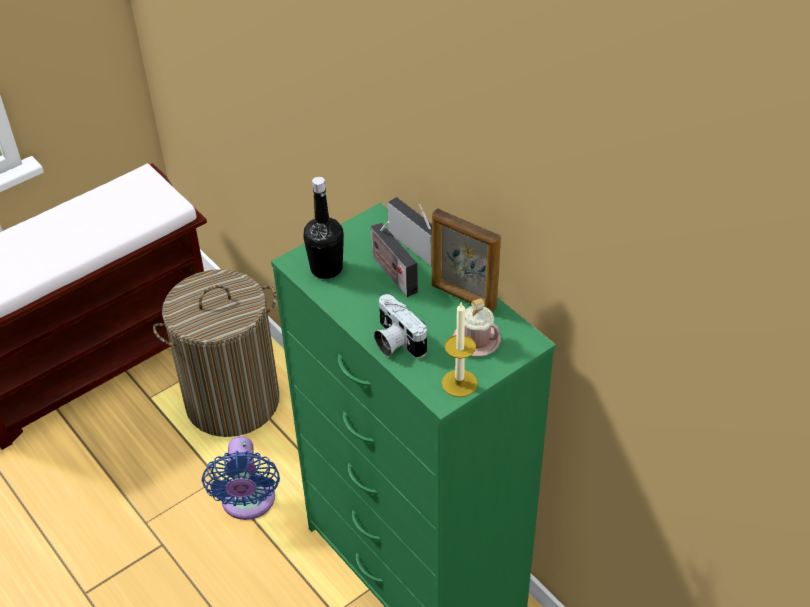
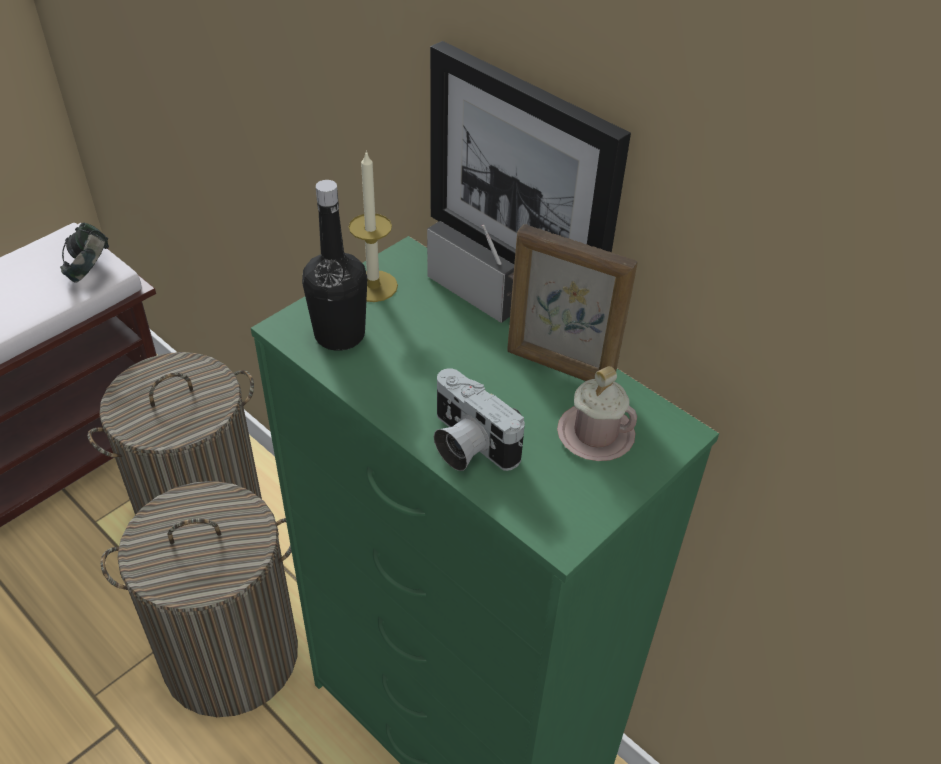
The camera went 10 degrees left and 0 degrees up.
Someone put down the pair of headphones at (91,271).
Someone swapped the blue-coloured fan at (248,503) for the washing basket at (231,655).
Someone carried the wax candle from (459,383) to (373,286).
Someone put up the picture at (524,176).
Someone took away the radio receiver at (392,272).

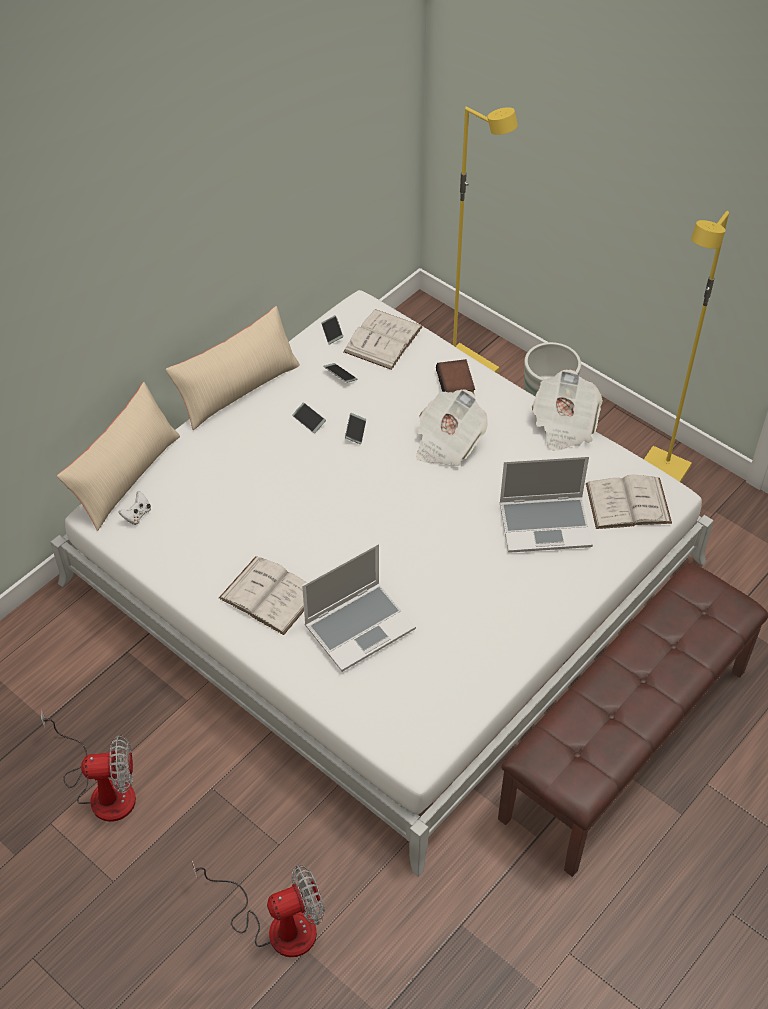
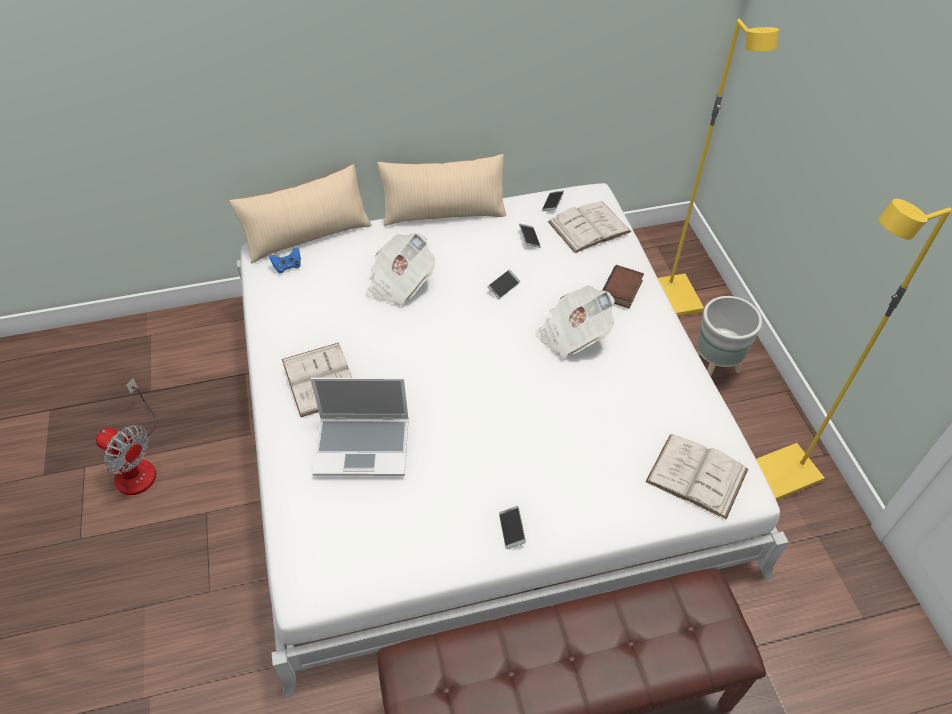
The camera went 35 degrees right and 0 degrees up.
Someone repainted the white-coloured gamepad at (137,515), which became the blue-coloured gamepad at (288,266).
Someone carried the newspaper from (564,425) to (399,283).
Someone carried the phone from (309,420) to (512,529).
Someone took away the fan at (276,925).
Someone took away the portable computer at (546,524).

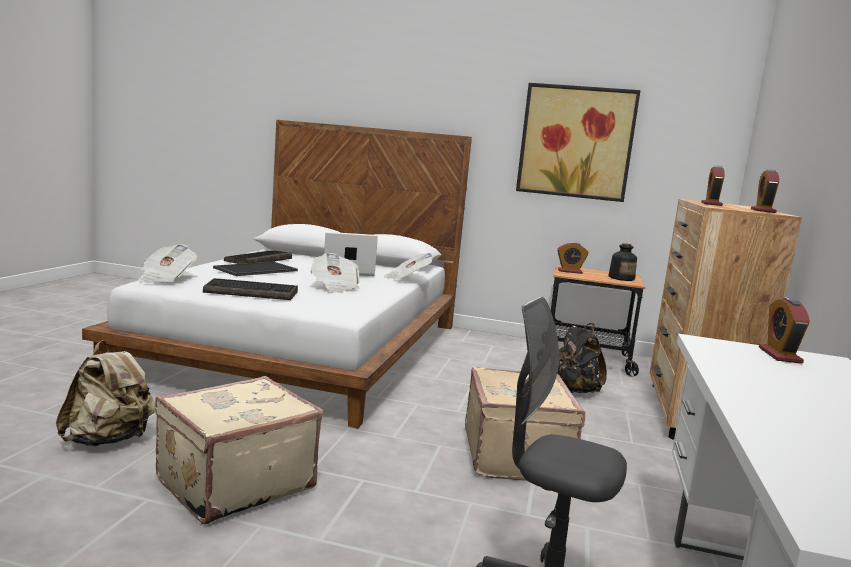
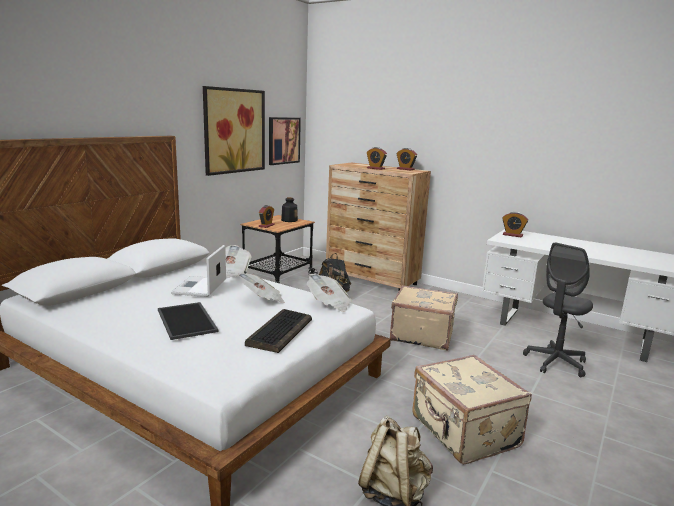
The camera went 70 degrees left and 5 degrees up.
Someone put up the picture at (283,140).
Someone carried the newspaper from (165,279) to (329,304).
Someone took away the PC keyboard at (259,260).

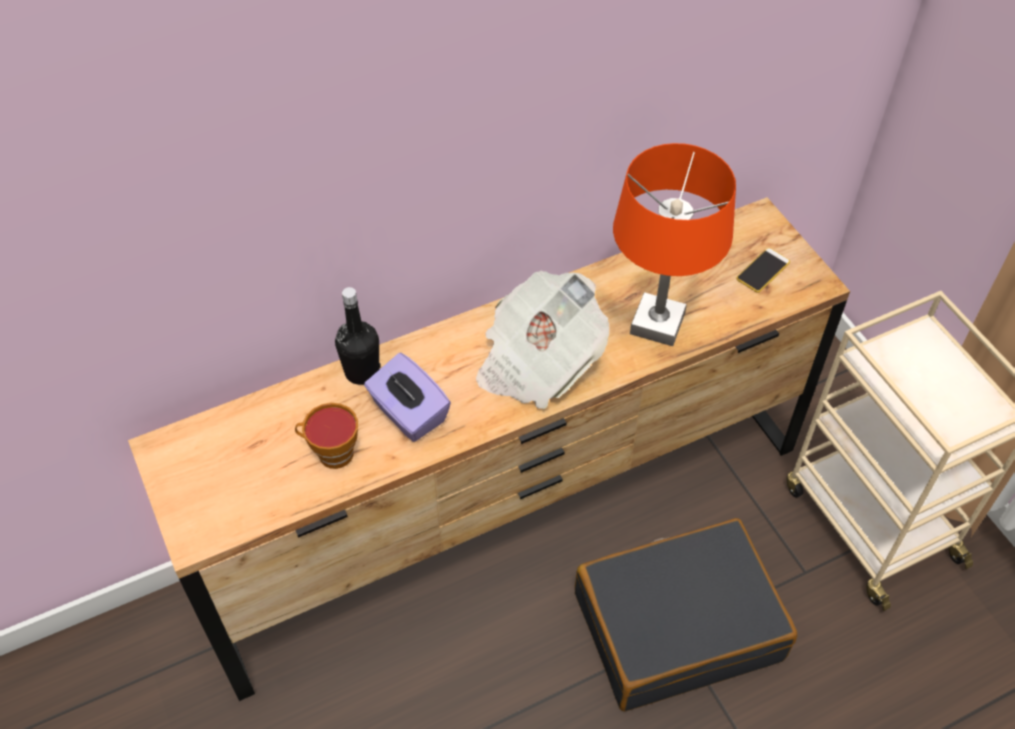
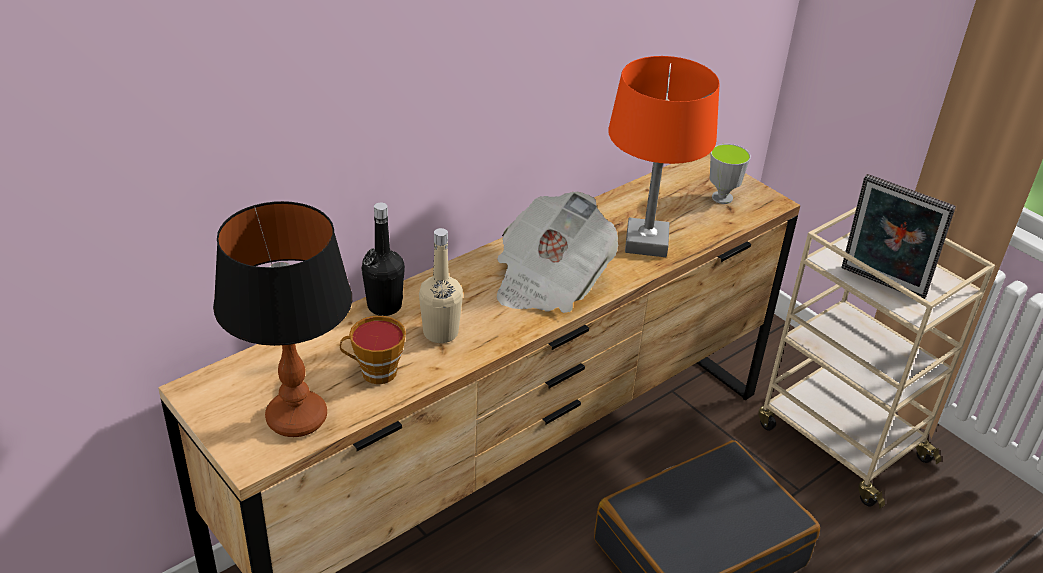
The camera went 15 degrees left and 15 degrees down.
Someone put down the table lamp at (297,418).
Someone swapped the purplish box of tissues at (408,413) for the beige-coloured beverage bottle at (440,333).
Someone swapped the phone at (763,270) for the drinking cup at (722,198).
Someone put down the photo frame at (880,285).

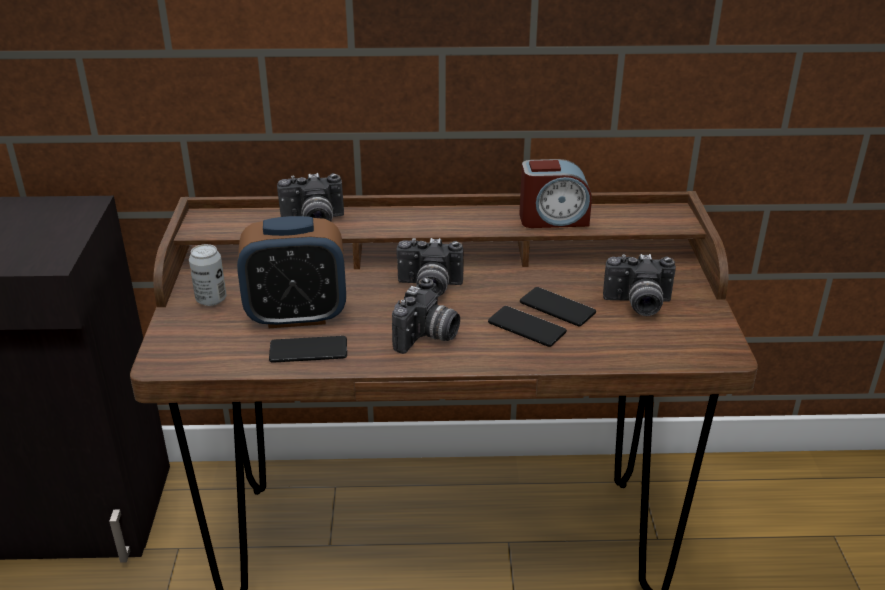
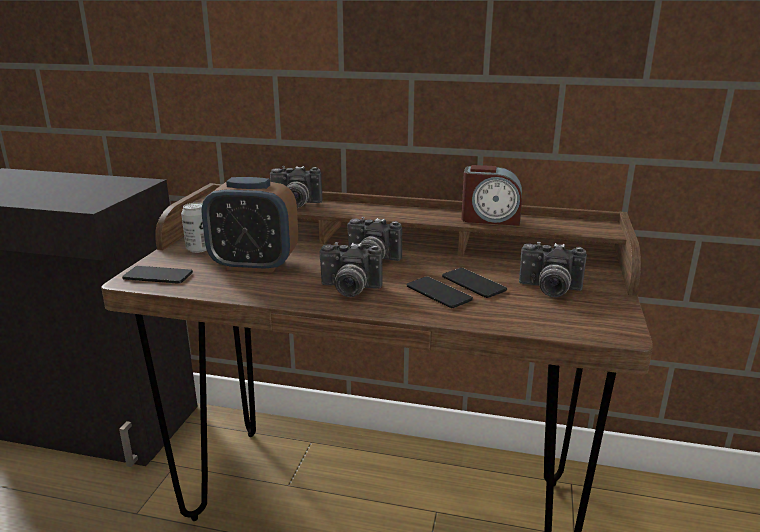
The camera went 15 degrees right and 10 degrees down.
Someone carried the phone from (308,350) to (158,276).
Someone rotated the still camera at (427,337) by 60 degrees clockwise.

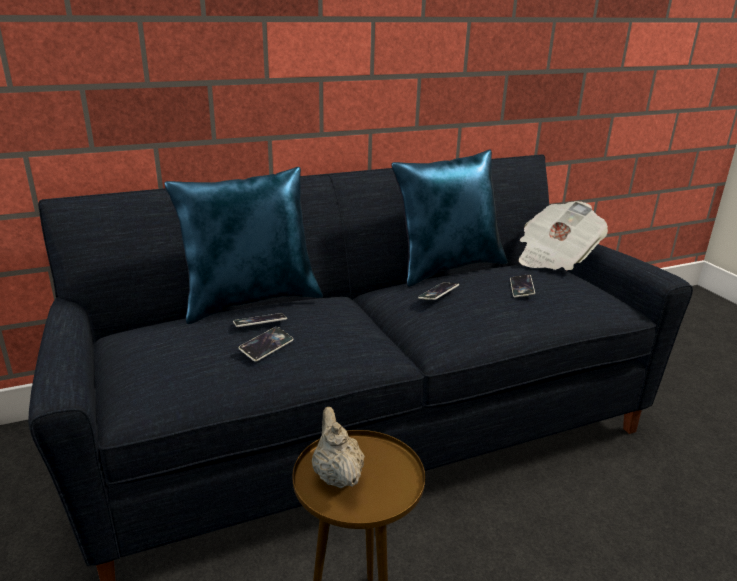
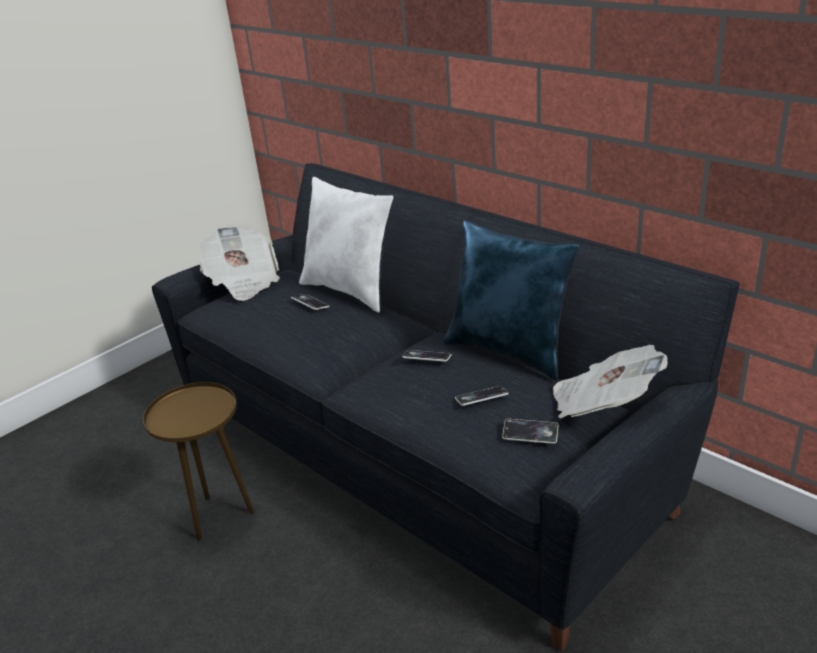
The camera went 70 degrees right and 5 degrees up.
Someone put down the newspaper at (243,281).
Someone repainted the blue-coloured throw pillow at (251,301), which became the white-coloured throw pillow at (352,290).
Someone carried the phone from (266,347) to (530,434).
Someone took away the beige-coloured tea pot at (337,475).

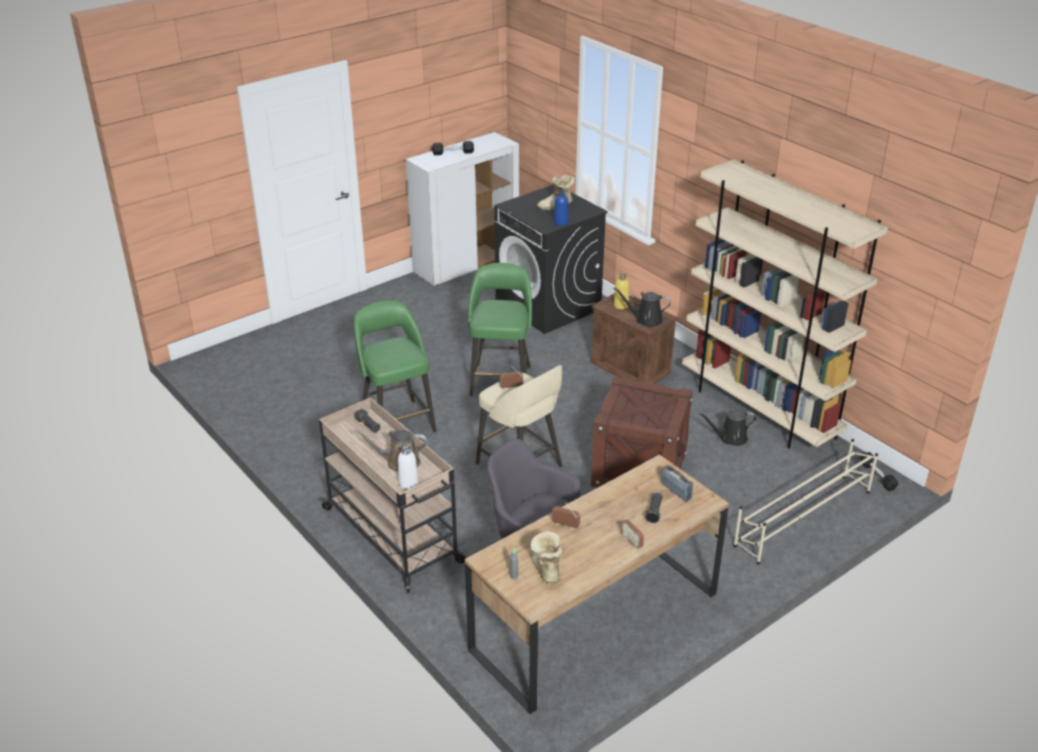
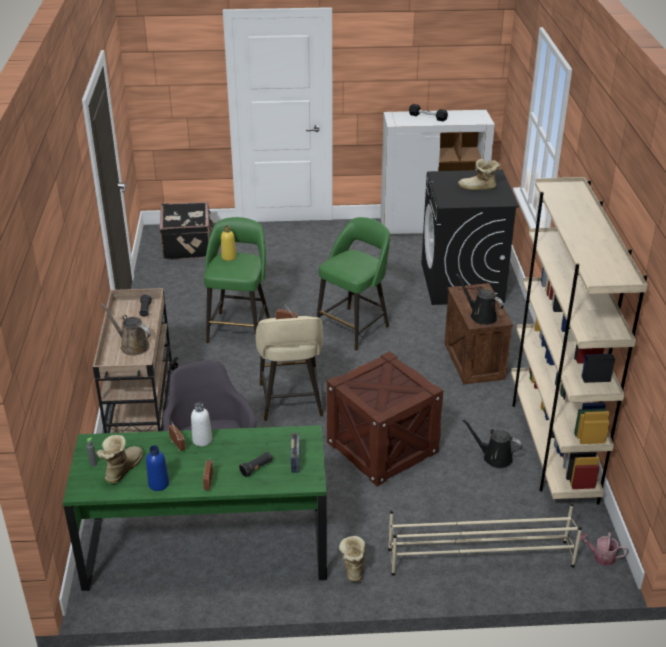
The camera went 35 degrees right and 0 degrees up.
Someone repainted the brownish desk unit at (595,621), which became the greenish desk unit at (207,549).
Someone carried the blue-coloured beverage bottle from (561,222) to (158,484).
Someone put down the blackish travel case at (188,246).
Someone carried the white-coloured beverage bottle from (408,483) to (202,440).
Someone carried the yellow-coloured beverage bottle from (621,305) to (229,257).
Someone put down the boot at (352,567).
Someone swapped the blackish hand weight at (877,476) for the watering can at (600,556).

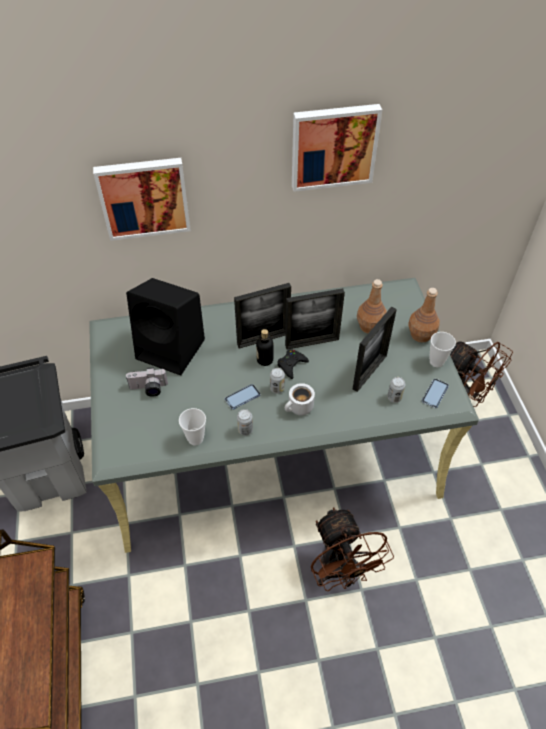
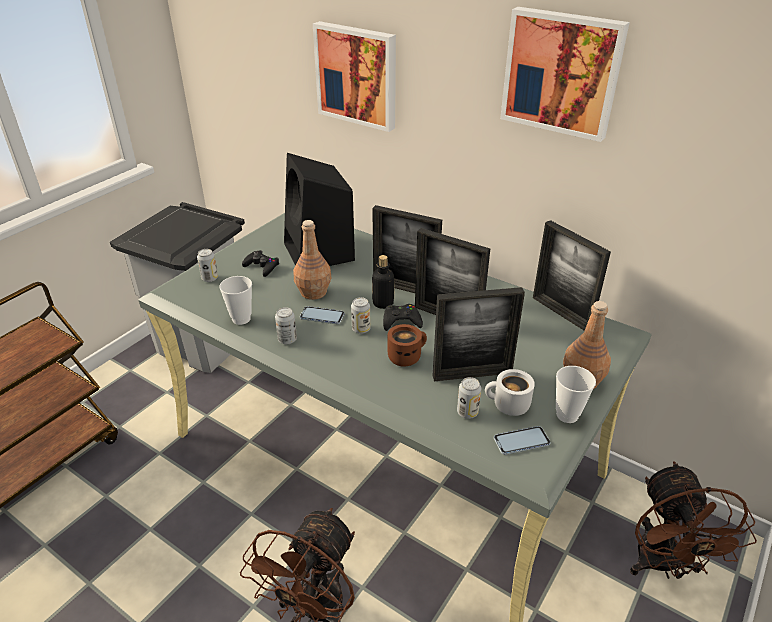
The camera went 45 degrees right and 15 degrees down.
Someone put down the metal can at (210,278).
Someone swapped the still camera at (148,389) for the blackish gamepad at (262,266).
Someone carried the brownish beverage bottle from (369,326) to (313,292).
Someone put down the brownish mug at (406,356).
Someone carried the white-coloured mug from (299,409) to (507,406).
Someone put down the photo frame at (561,313).

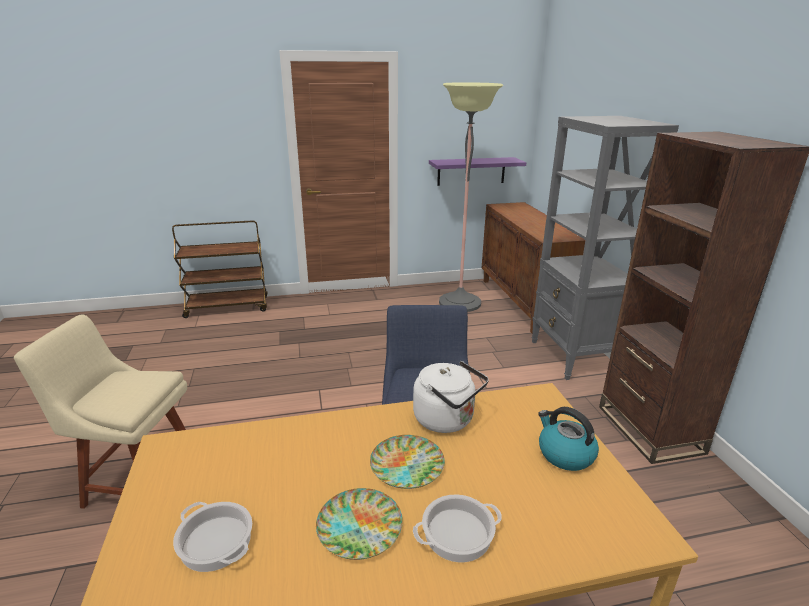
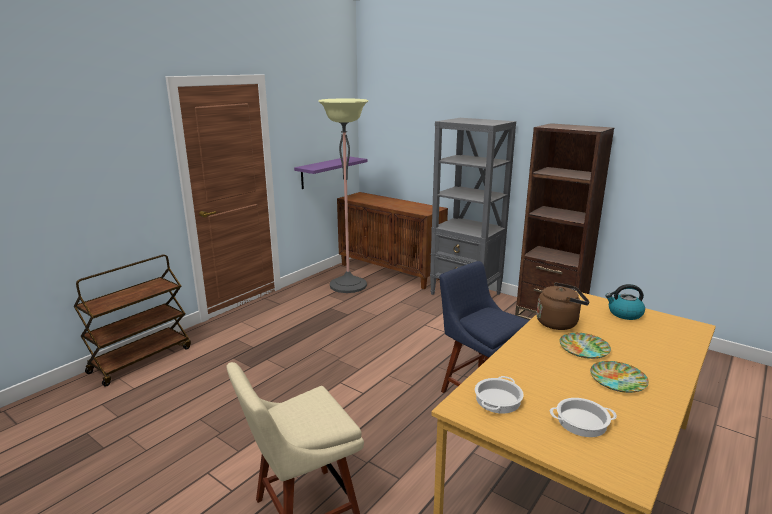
The camera went 40 degrees left and 5 degrees down.
Someone carried the saucepot from (457,533) to (497,399).
Someone repainted the white-coloured water kettle at (447,420), which became the brownish water kettle at (559,323).

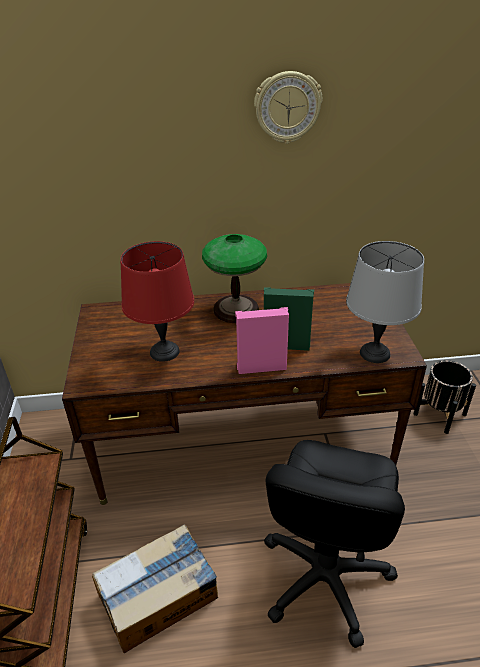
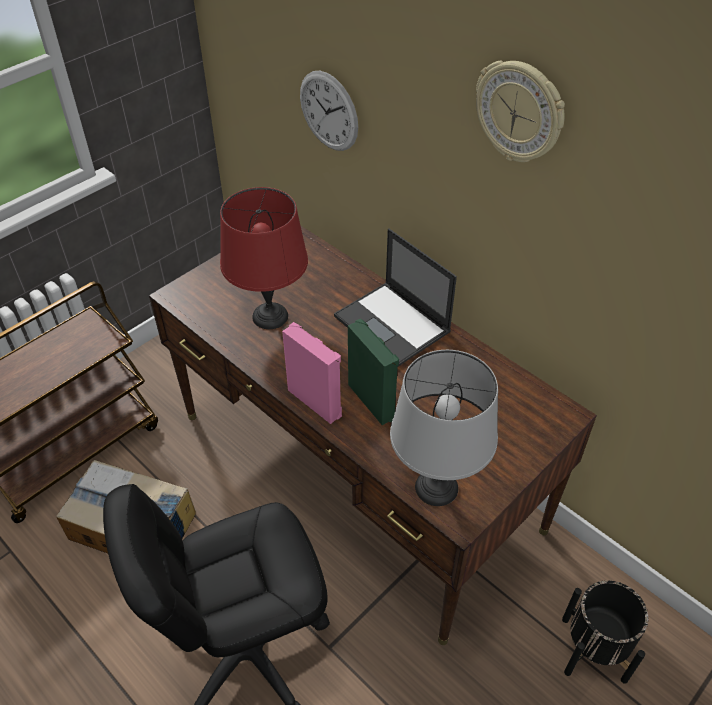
The camera went 50 degrees right and 10 degrees up.
Someone put up the hanging clock at (328,111).
Someone swapped the table lamp at (236,309) for the portable computer at (393,325).

